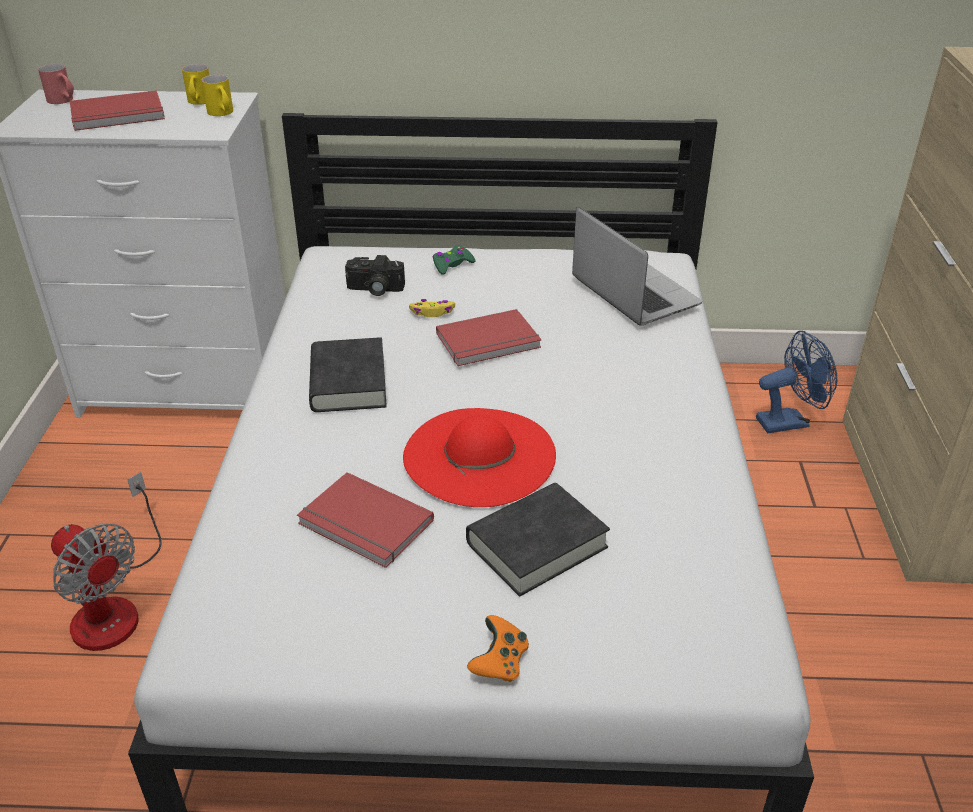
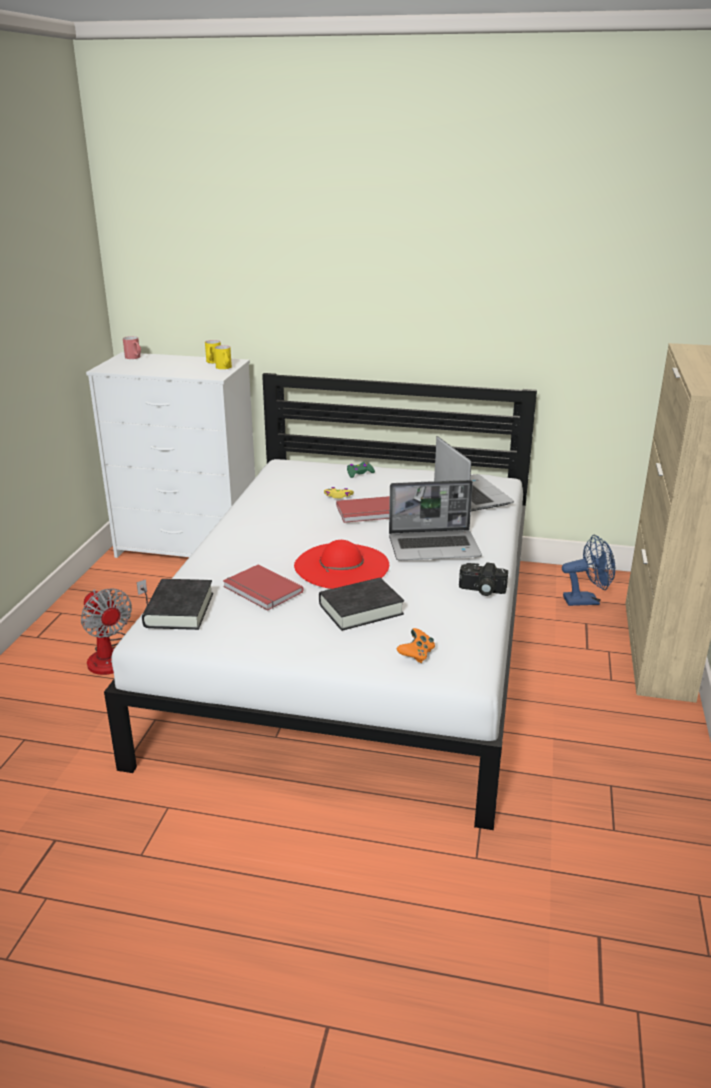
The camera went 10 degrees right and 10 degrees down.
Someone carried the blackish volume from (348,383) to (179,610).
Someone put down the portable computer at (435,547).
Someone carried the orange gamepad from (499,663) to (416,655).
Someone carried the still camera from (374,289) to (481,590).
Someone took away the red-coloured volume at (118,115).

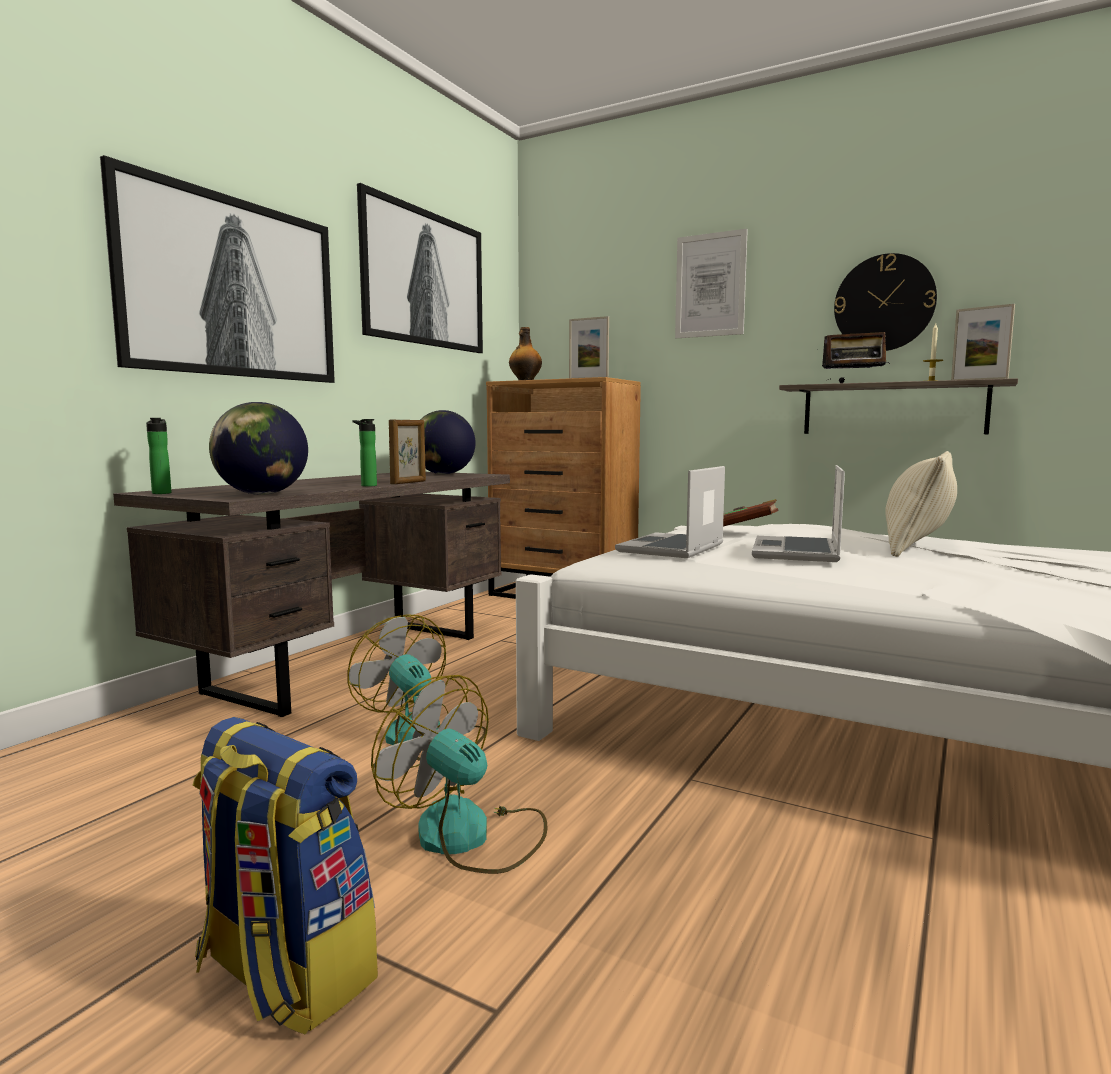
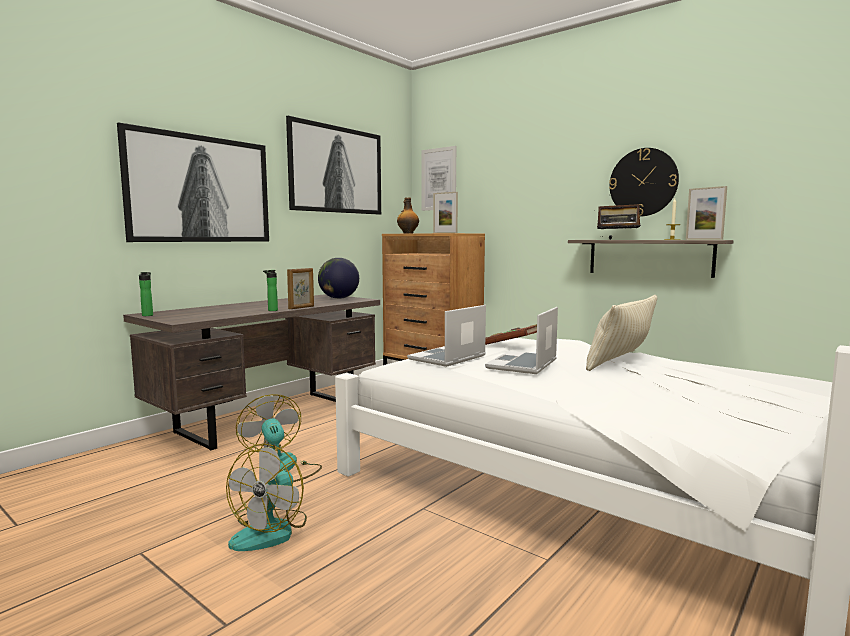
The camera went 10 degrees right and 0 degrees up.
Someone rotated the fan at (469,836) by 120 degrees counterclockwise.
Someone carried the picture from (710,285) to (438,179).
Someone took away the rucksack at (283,974).
Someone took away the desk globe at (261,494).

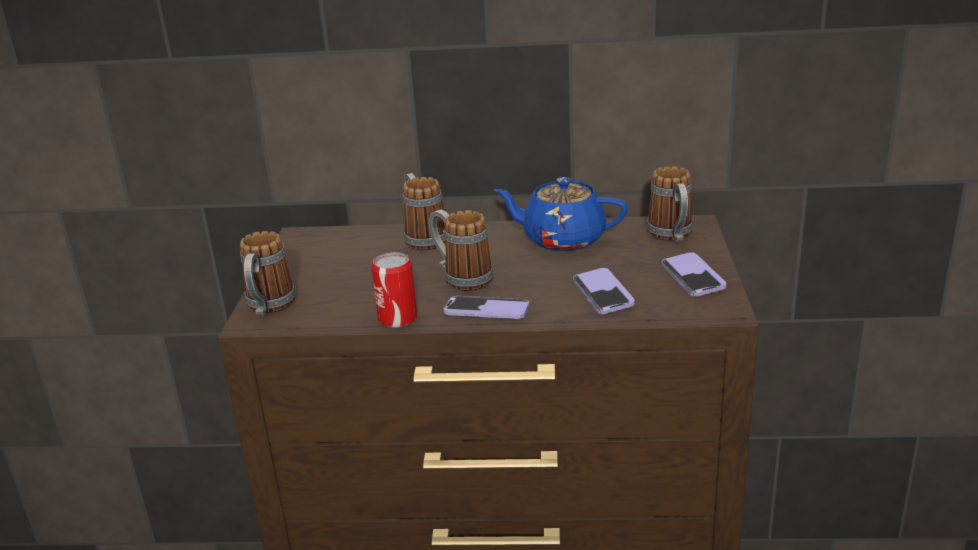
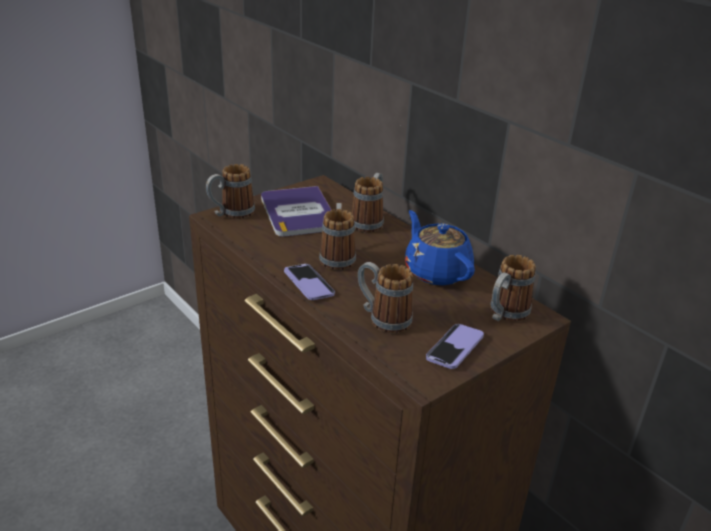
The camera went 45 degrees right and 5 degrees up.
Someone put down the volume at (298,212).
Someone swapped the phone at (602,293) for the mug at (383,318).
Someone took away the metal can at (397,318).

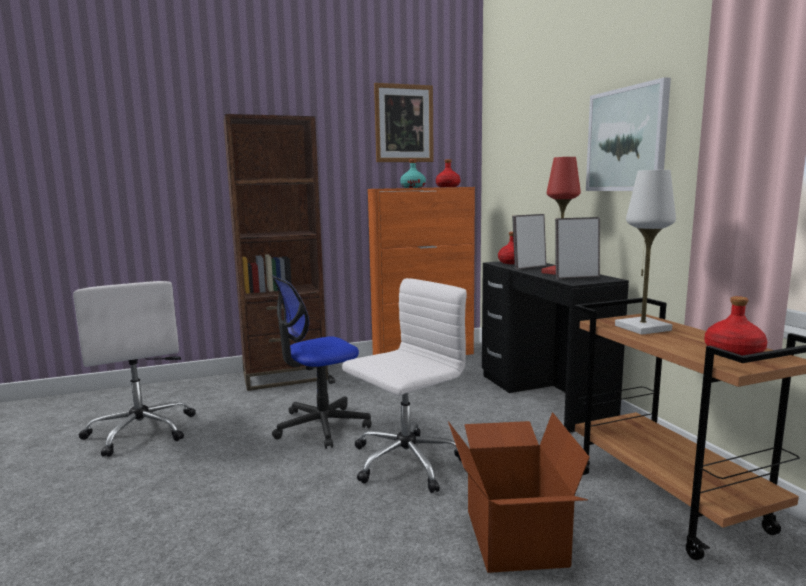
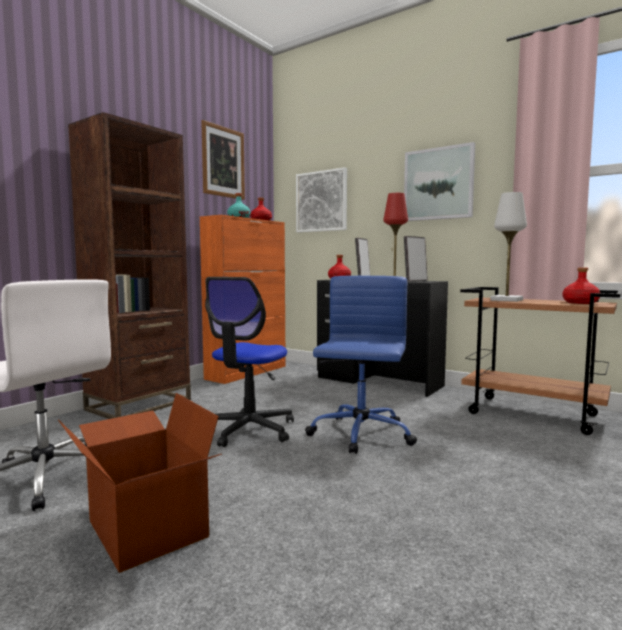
The camera went 35 degrees left and 5 degrees down.
Someone carried the packing box from (512,537) to (145,529).
Someone put up the picture at (321,201).
Someone repainted the white-coloured office chair at (404,462), which became the blue-coloured office chair at (360,435).

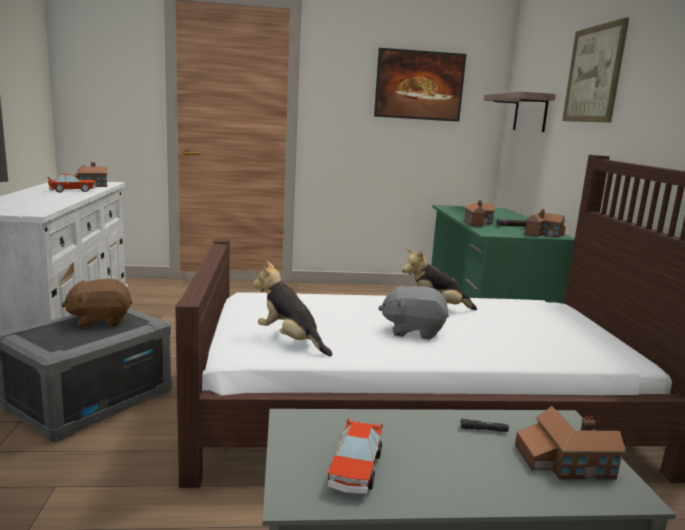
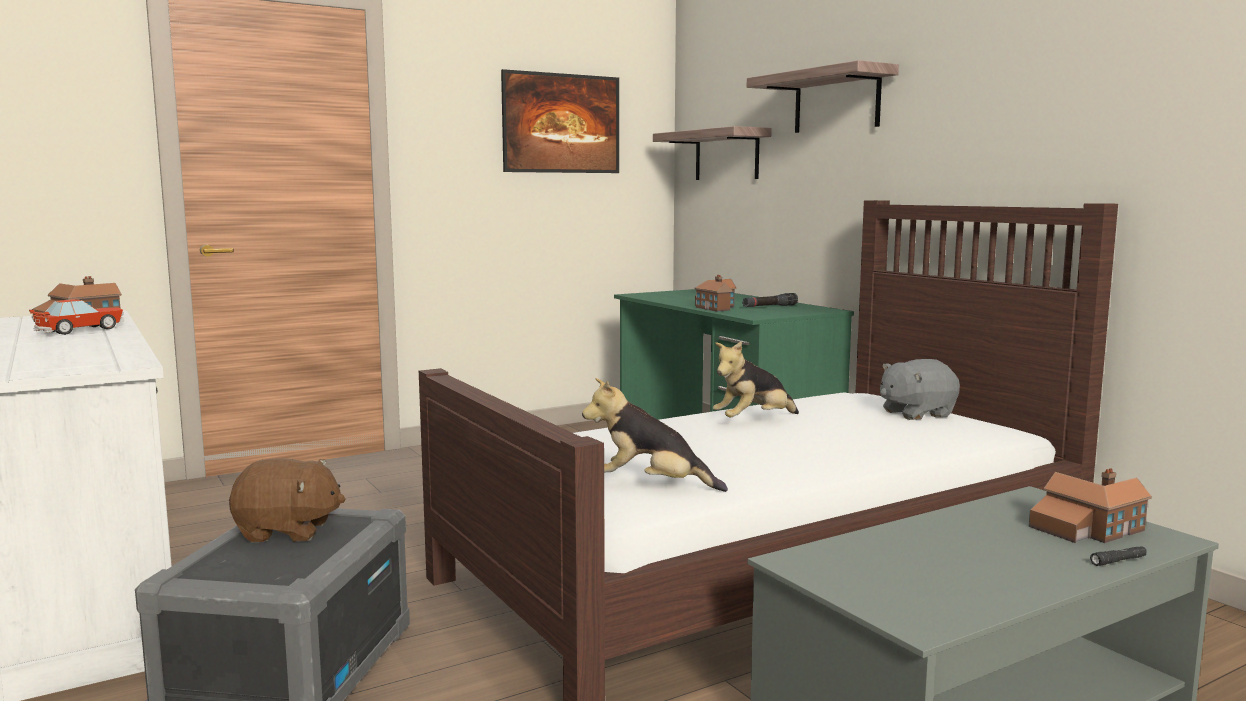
The camera went 25 degrees left and 5 degrees down.
Someone rotated the brownish plush toy at (100,321) by 135 degrees counterclockwise.
Someone swapped the picture at (594,74) for the shelf at (836,101).
Someone carried the greyish plush toy from (413,331) to (916,413).
Someone carried the blackish hand torch from (483,429) to (1118,561).
Someone took away the toy car at (355,469).
Someone took away the miniature house at (544,234).

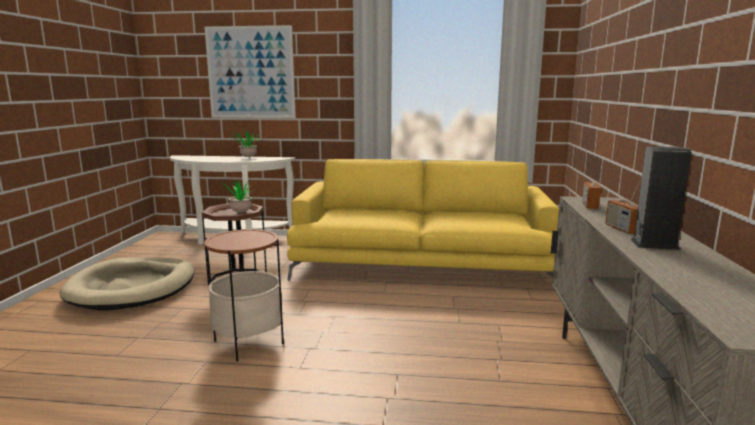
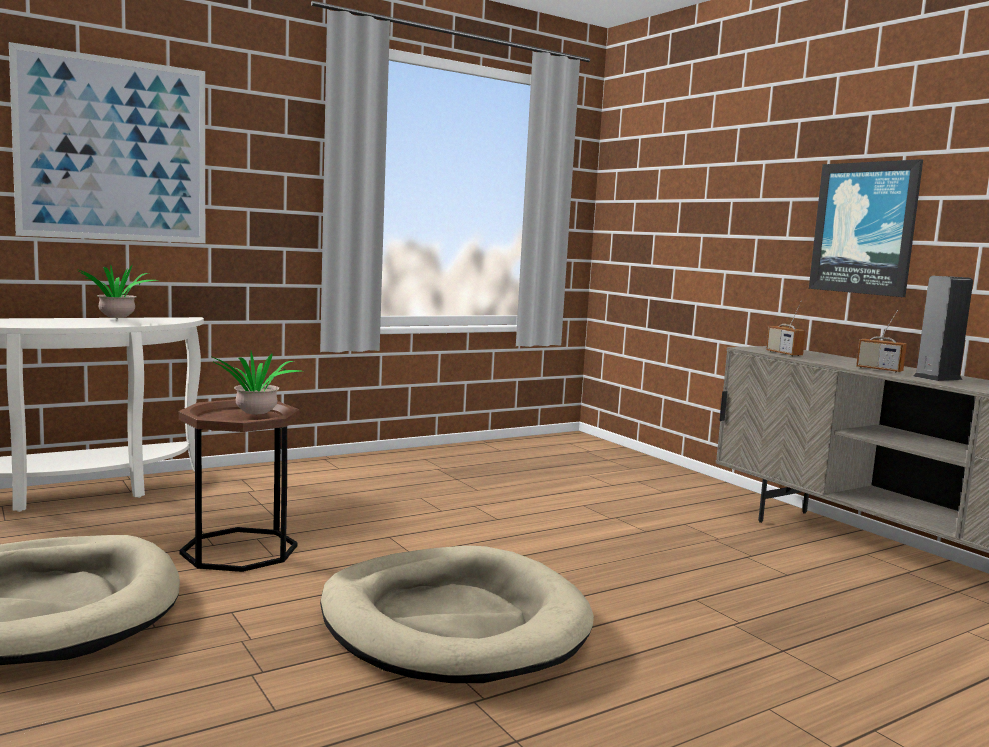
The camera went 40 degrees left and 5 degrees down.
Someone swapped the end table at (248,342) for the beige-coloured dog bed at (453,623).
Someone put up the picture at (864,228).
Someone took away the yellow-coloured couch at (421,264).

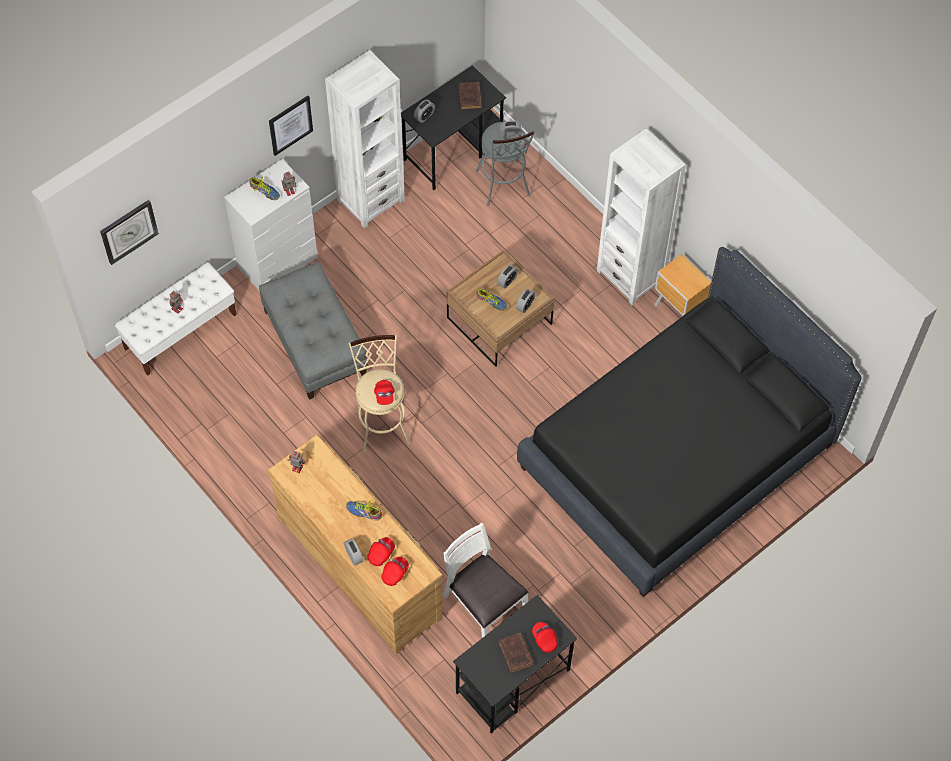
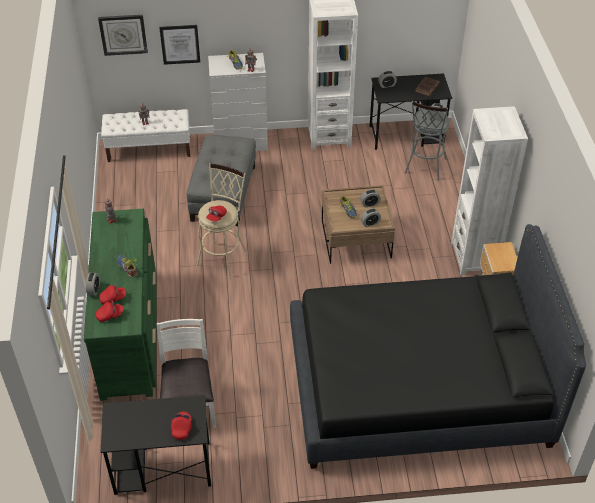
The camera went 35 degrees right and 15 degrees down.
Someone repainted the brownish chest of drawers at (360,566), which became the greenish chest of drawers at (129,332).
Someone carried the picture from (290,125) to (180,44).
Someone took away the brownish volume at (516,654).

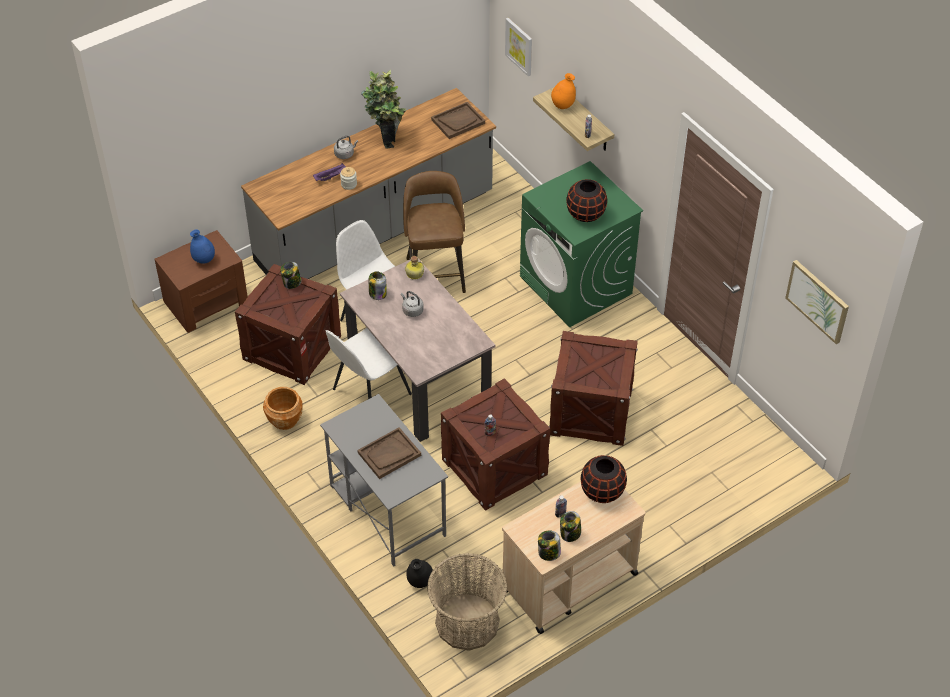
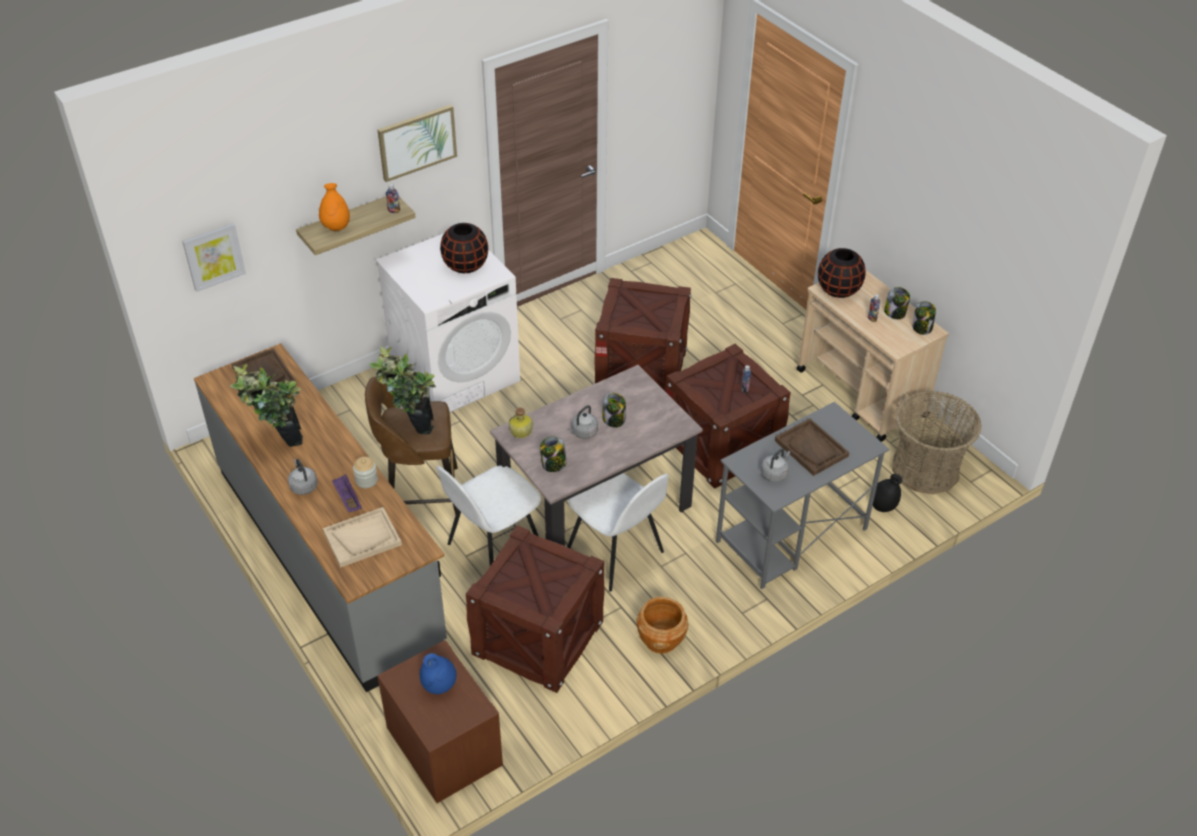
The camera went 90 degrees left and 5 degrees down.
Someone put down the beige-coloured tray at (362,538).
Someone put down the plant in a pot at (410,428).
Someone repainted the greenish washing machine at (576,285), which became the white-coloured washing machine at (456,373).
Someone carried the picture from (818,301) to (417,142).
Someone carried the jar from (292,283) to (614,420).
Someone put down the greyish water kettle at (774,473).

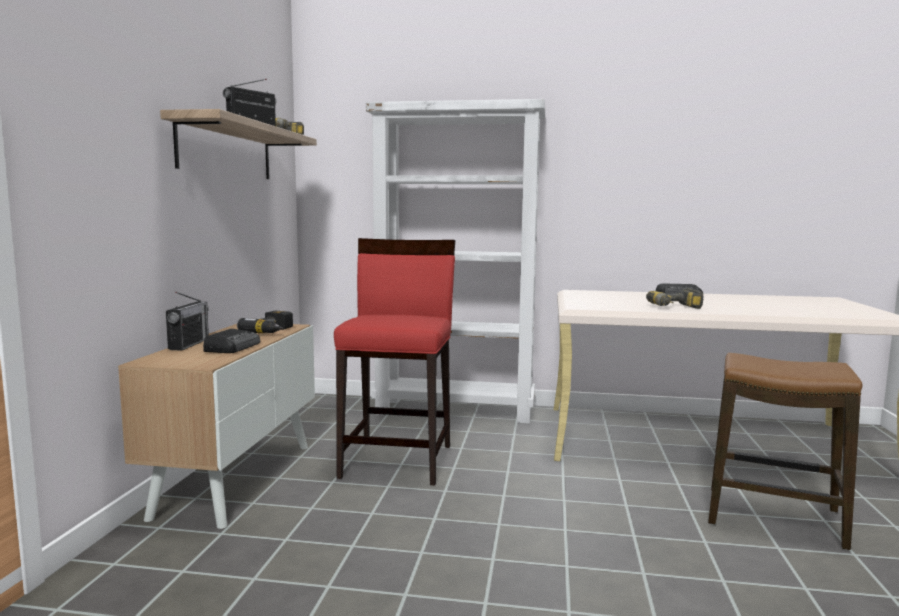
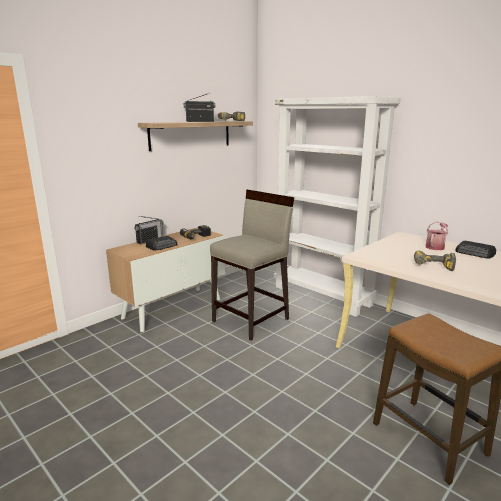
The camera went 35 degrees right and 10 degrees up.
Someone repainted the red-coloured stool seat at (398,460), which became the beige-coloured stool seat at (251,320).
Someone put down the watering can at (435,246).

